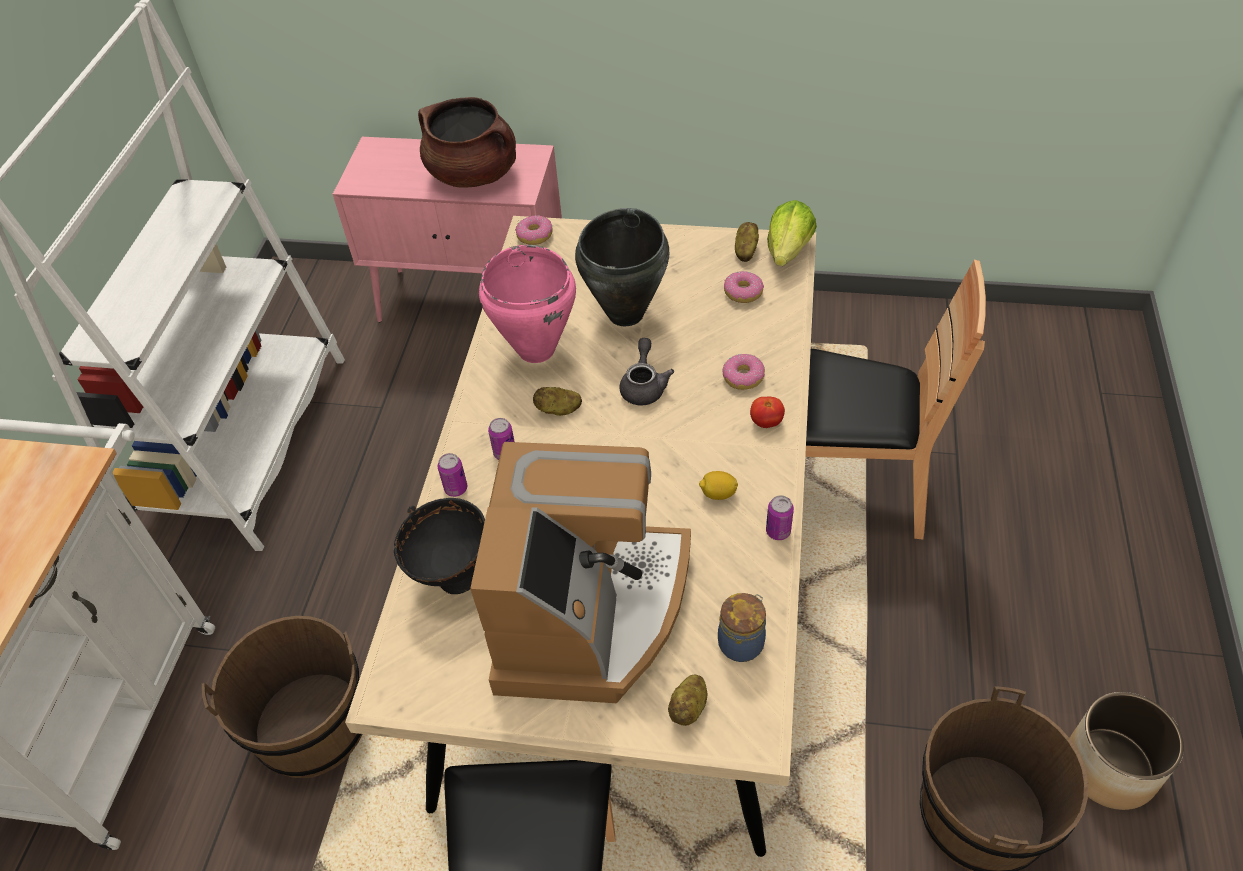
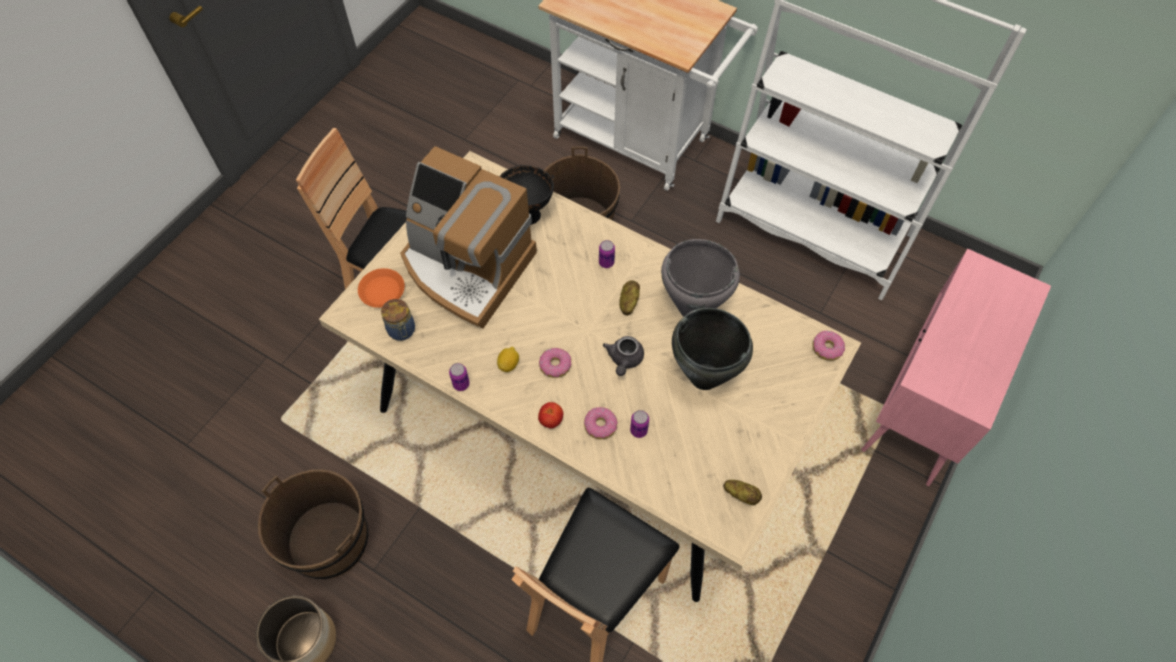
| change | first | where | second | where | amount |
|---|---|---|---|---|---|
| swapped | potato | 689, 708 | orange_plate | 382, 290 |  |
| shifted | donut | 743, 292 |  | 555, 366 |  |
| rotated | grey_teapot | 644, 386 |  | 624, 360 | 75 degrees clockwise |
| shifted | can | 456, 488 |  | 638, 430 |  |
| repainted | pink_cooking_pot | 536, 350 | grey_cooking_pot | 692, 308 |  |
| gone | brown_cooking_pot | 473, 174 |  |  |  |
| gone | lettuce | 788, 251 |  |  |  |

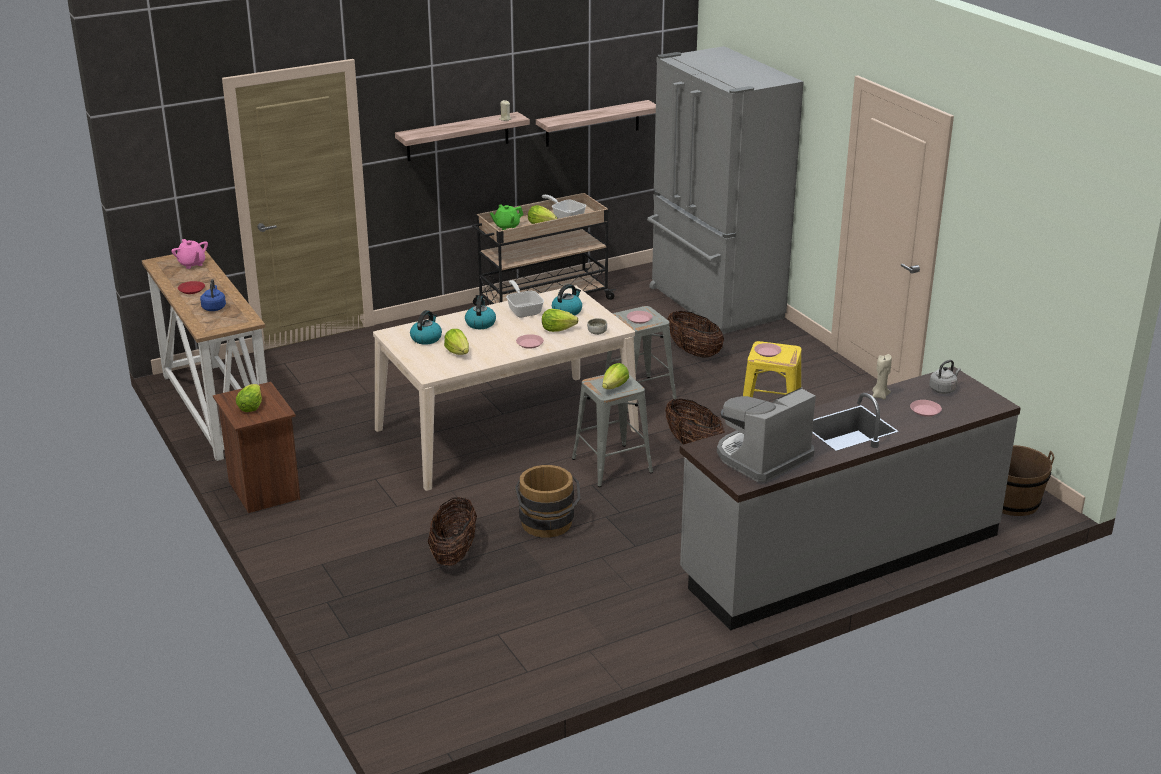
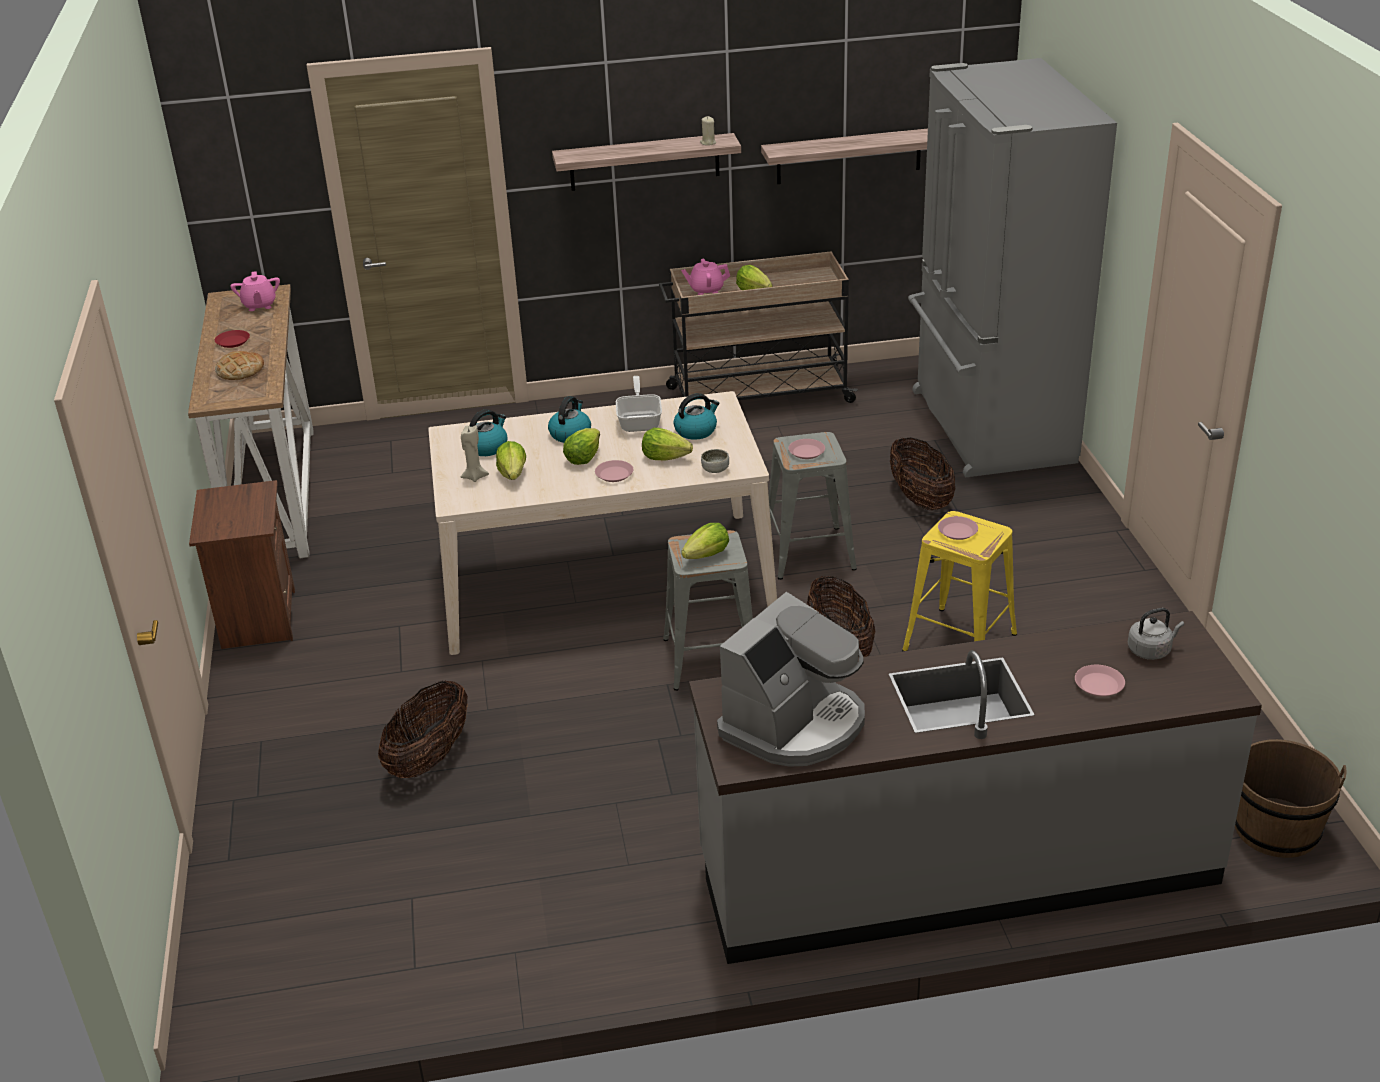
| change | first | where | second | where | amount |
|---|---|---|---|---|---|
| swapped | blue_kettle | 214, 307 | bread | 240, 370 |  |
| shifted | beige_candle | 880, 396 |  | 474, 477 |  |
| shifted | lettuce | 250, 407 |  | 583, 458 |  |
| repainted | green_teapot | 506, 226 | pink_teapot | 706, 290 |  |
| rotated | coffee_machine | 762, 457 |  | 795, 725 | 150 degrees clockwise |
| gone | brown_bucket | 547, 526 |  |  |  |
| gone | frying_pan | 566, 216 |  |  |  |

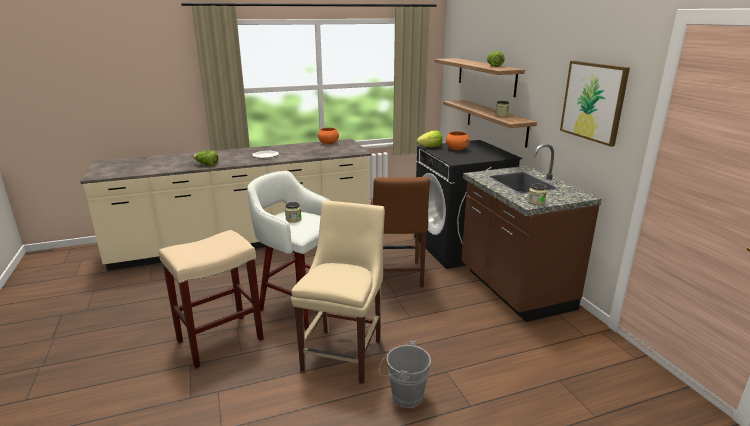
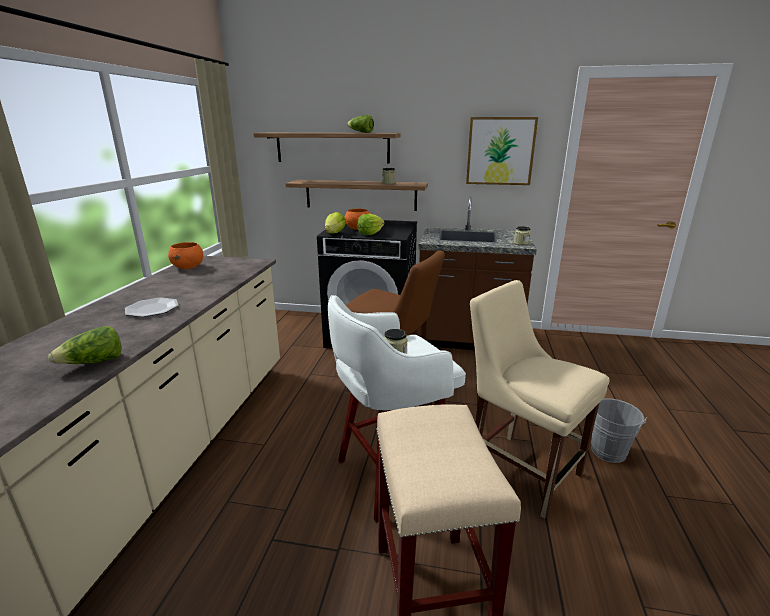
| change | first | where | second | where | amount |
|---|---|---|---|---|---|
| new |  |  | lettuce | 370, 233 |  |

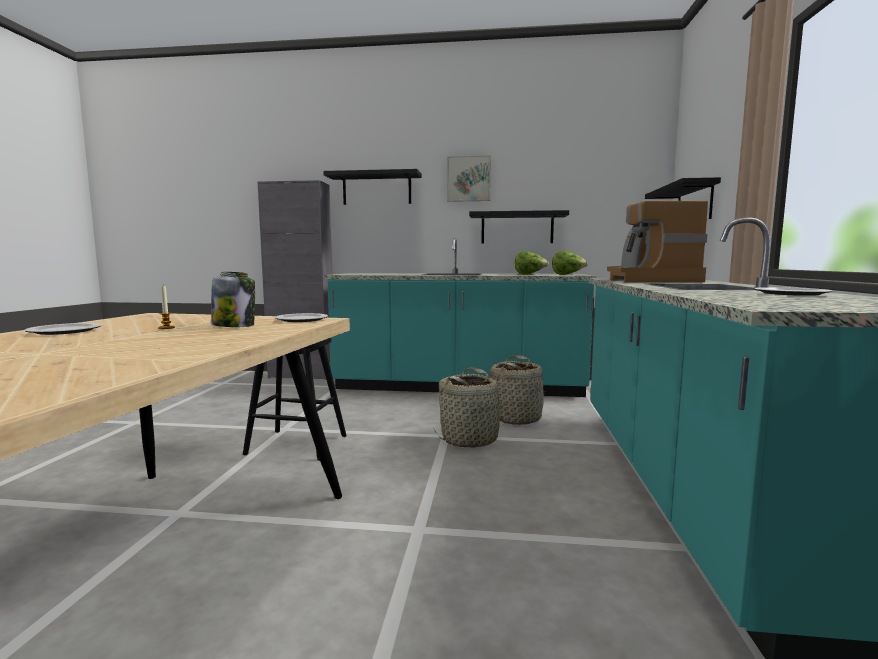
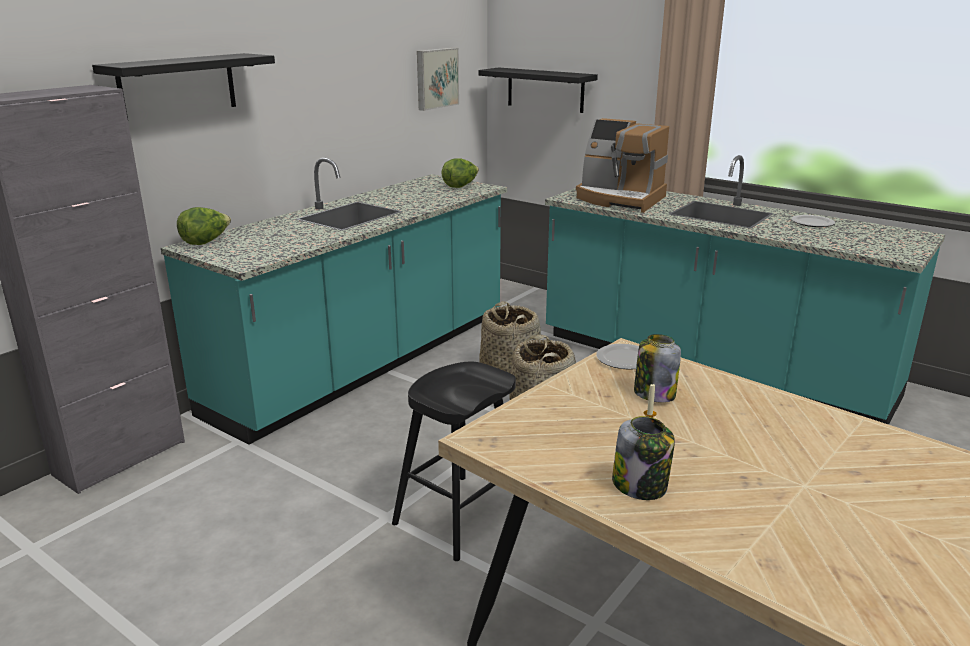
| change | first | where | second | where | amount |
|---|---|---|---|---|---|
| shifted | lettuce | 529, 274 |  | 206, 242 |  |
| shifted | picture | 469, 179 |  | 436, 78 |  |
| swapped | plate | 65, 331 | jar | 640, 486 |  |
| gone | black_shelf | 517, 228 |  |  |  |

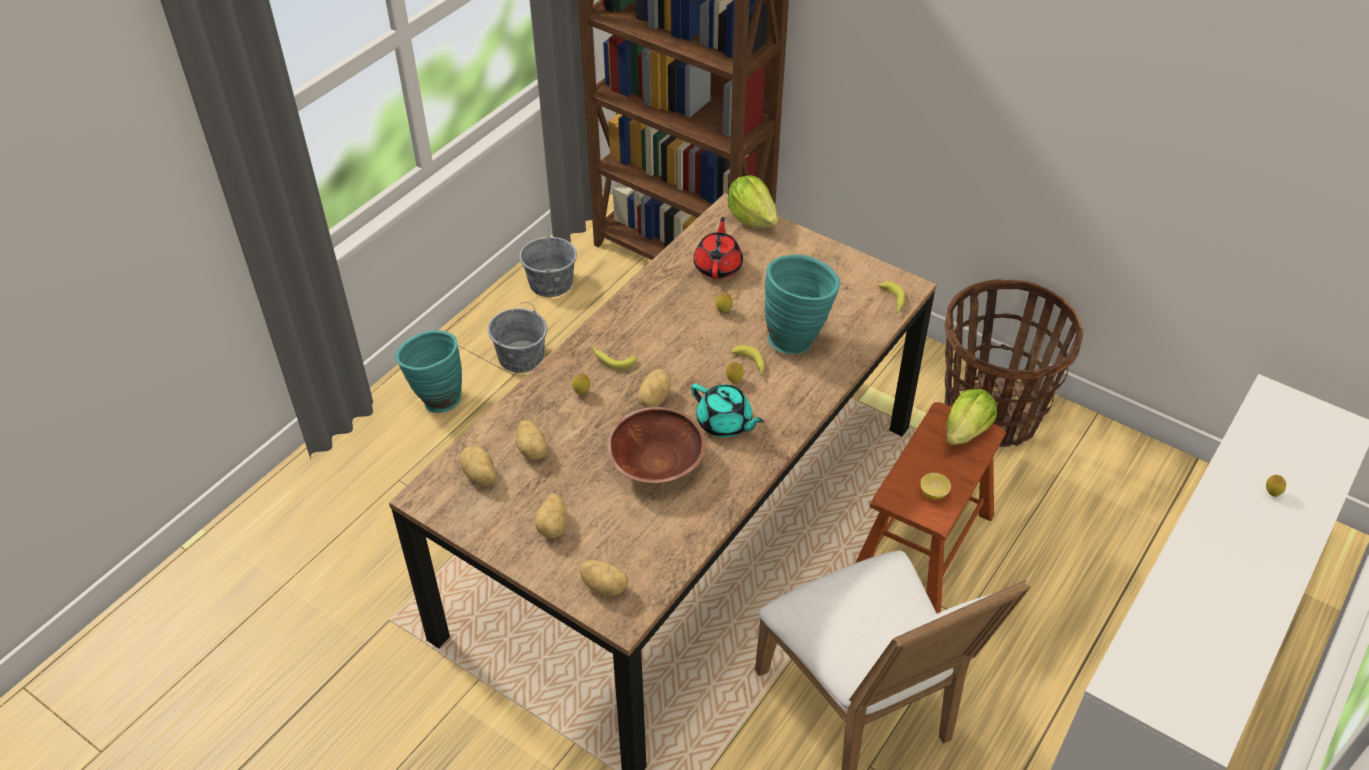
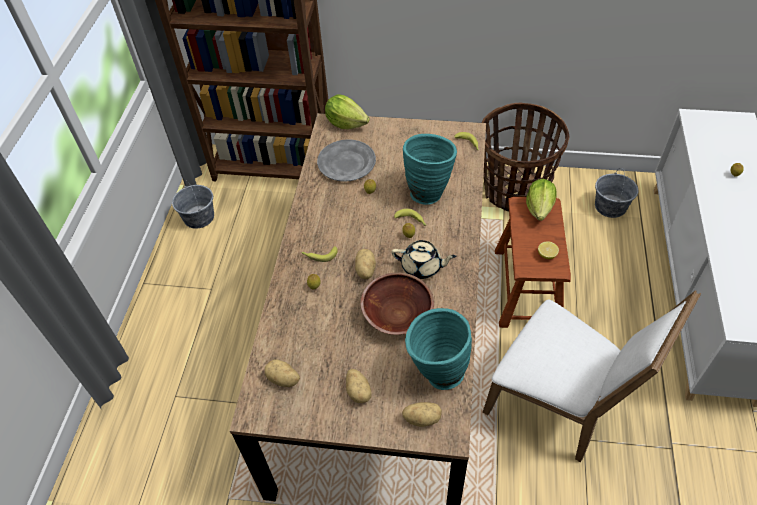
| change | first | where | second | where | amount |
|---|---|---|---|---|---|
| swapped | red_teapot | 718, 266 | grey_plate | 346, 163 |  |
| repainted | turquoise_teapot | 725, 423 | beige_teapot | 422, 267 |  |
| shifted | turquoise_vase | 436, 398 |  | 435, 373 |  |
| shifted | grey_bucket | 521, 357 |  | 610, 206 |  |
| gone | potato | 533, 450 |  |  |  |

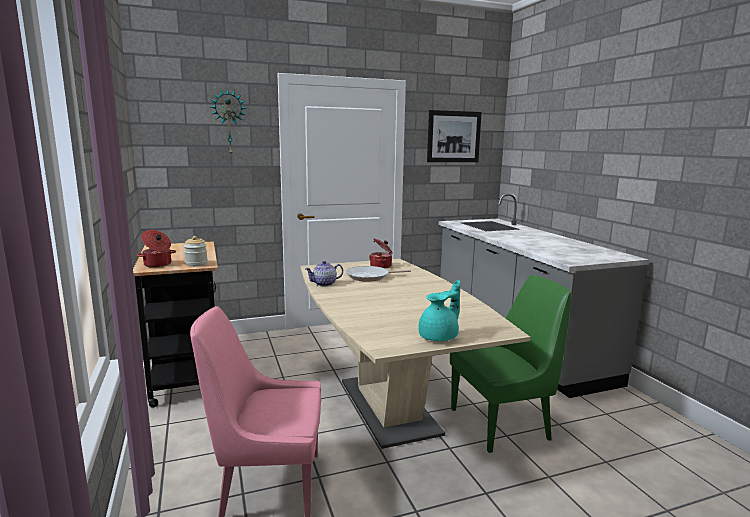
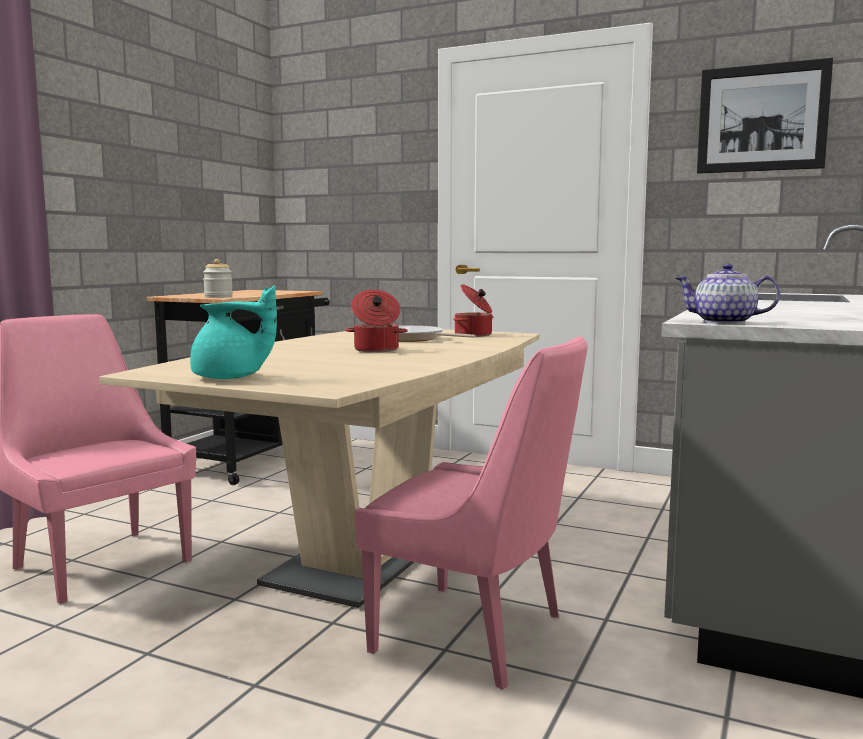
| change | first | where | second | where | amount |
|---|---|---|---|---|---|
| shifted | cooking_pot | 158, 264 |  | 376, 350 |  |
| repainted | green_chair | 502, 423 | pink_chair | 476, 635 |  |
| shifted | teapot | 324, 284 |  | 725, 322 |  |
| gone | wall_clock | 229, 122 |  |  |  |

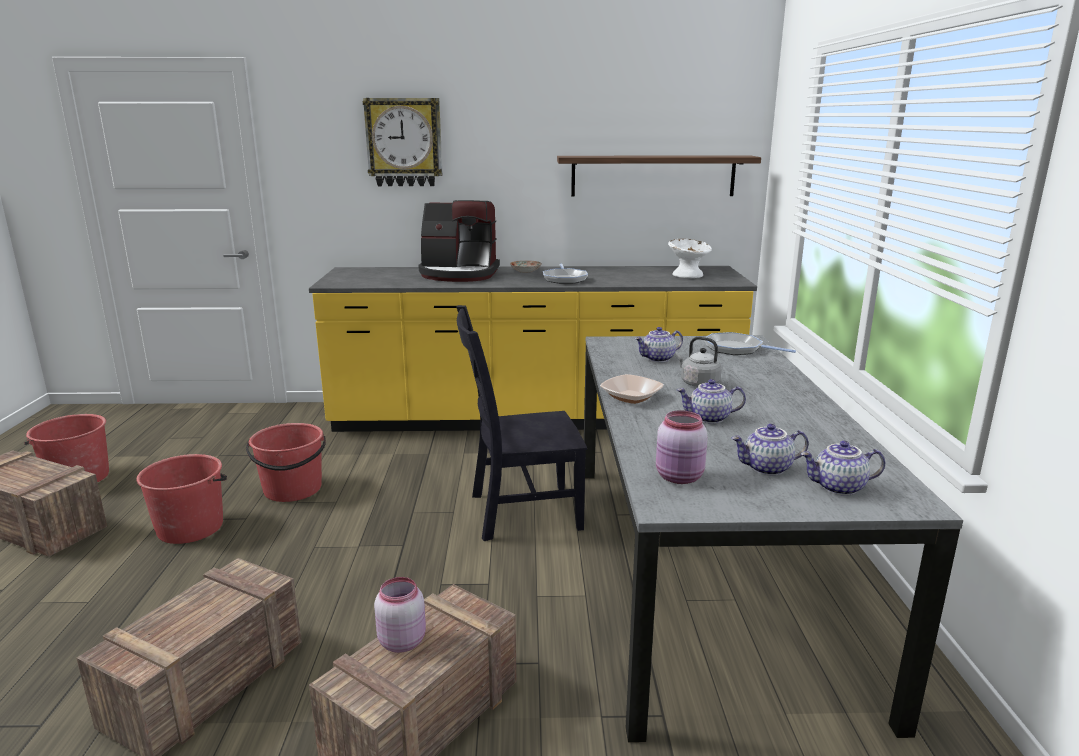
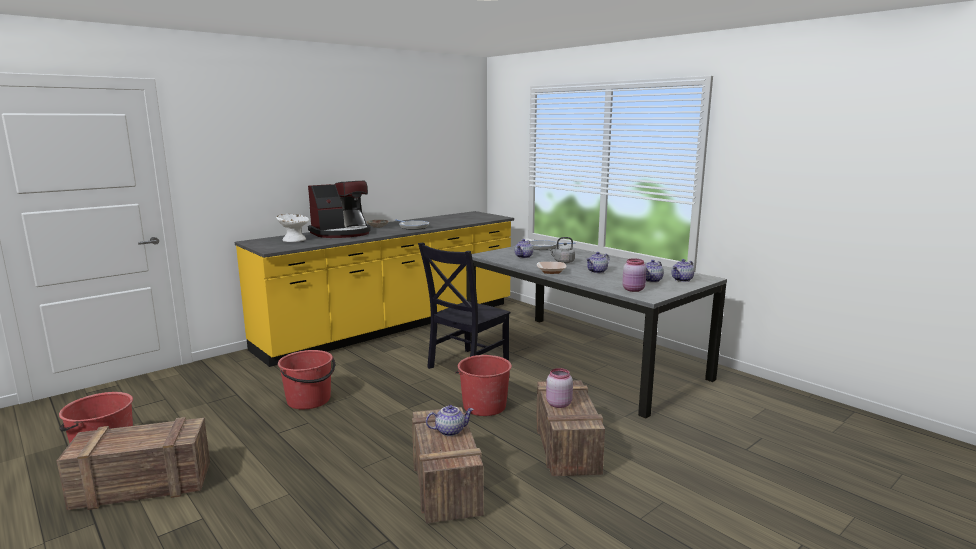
| change | first | where | second | where | amount |
|---|---|---|---|---|---|
| shifted | white_bowl | 687, 275 |  | 294, 240 |  |
| new |  |  | teapot | 450, 431 |  |
| shifted | red_bucket | 191, 527 |  | 484, 406 |  |
| gone | wall_clock | 404, 142 |  |  |  |
| gone | shelf | 653, 176 |  |  |  |

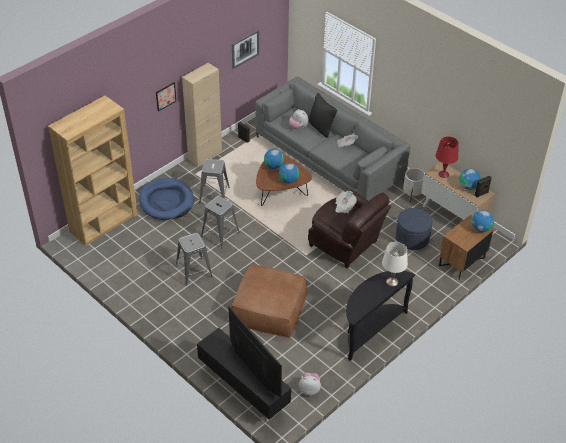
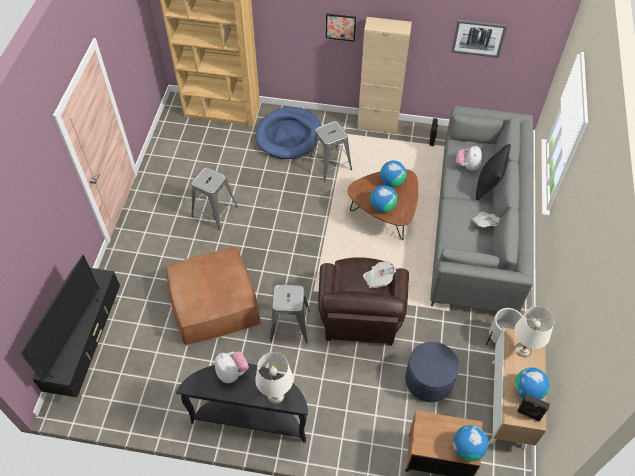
| change | first | where | second | where | amount |
|---|---|---|---|---|---|
| shifted | plush_toy | 309, 389 |  | 232, 372 |  |
| shifted | grey_stool | 220, 234 |  | 290, 326 |  |
| repainted | red_table_lamp | 443, 174 | white_table_lamp | 522, 349 |  |

